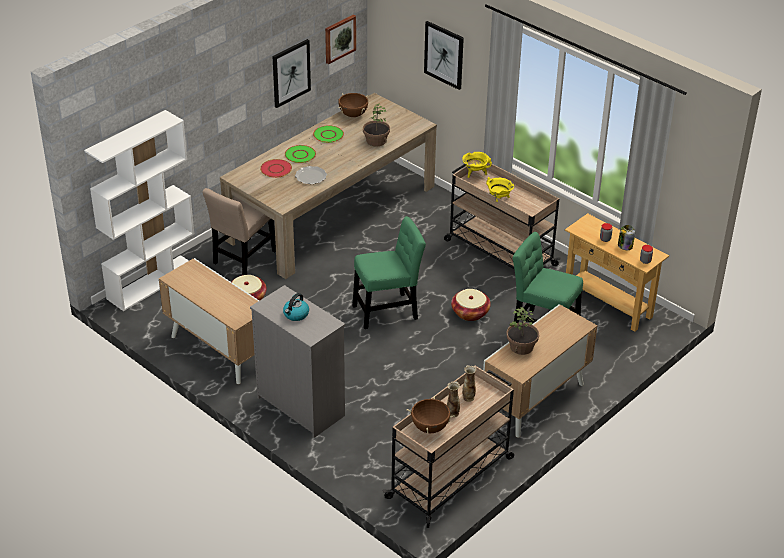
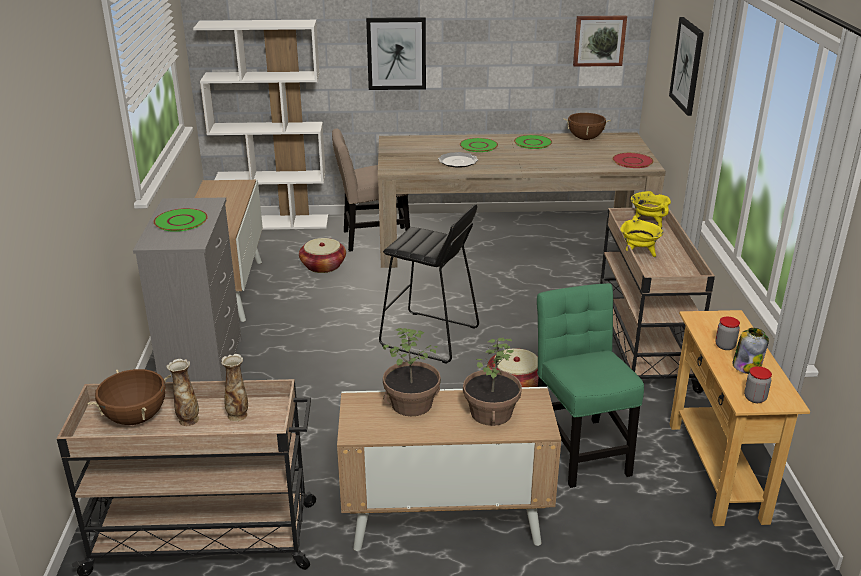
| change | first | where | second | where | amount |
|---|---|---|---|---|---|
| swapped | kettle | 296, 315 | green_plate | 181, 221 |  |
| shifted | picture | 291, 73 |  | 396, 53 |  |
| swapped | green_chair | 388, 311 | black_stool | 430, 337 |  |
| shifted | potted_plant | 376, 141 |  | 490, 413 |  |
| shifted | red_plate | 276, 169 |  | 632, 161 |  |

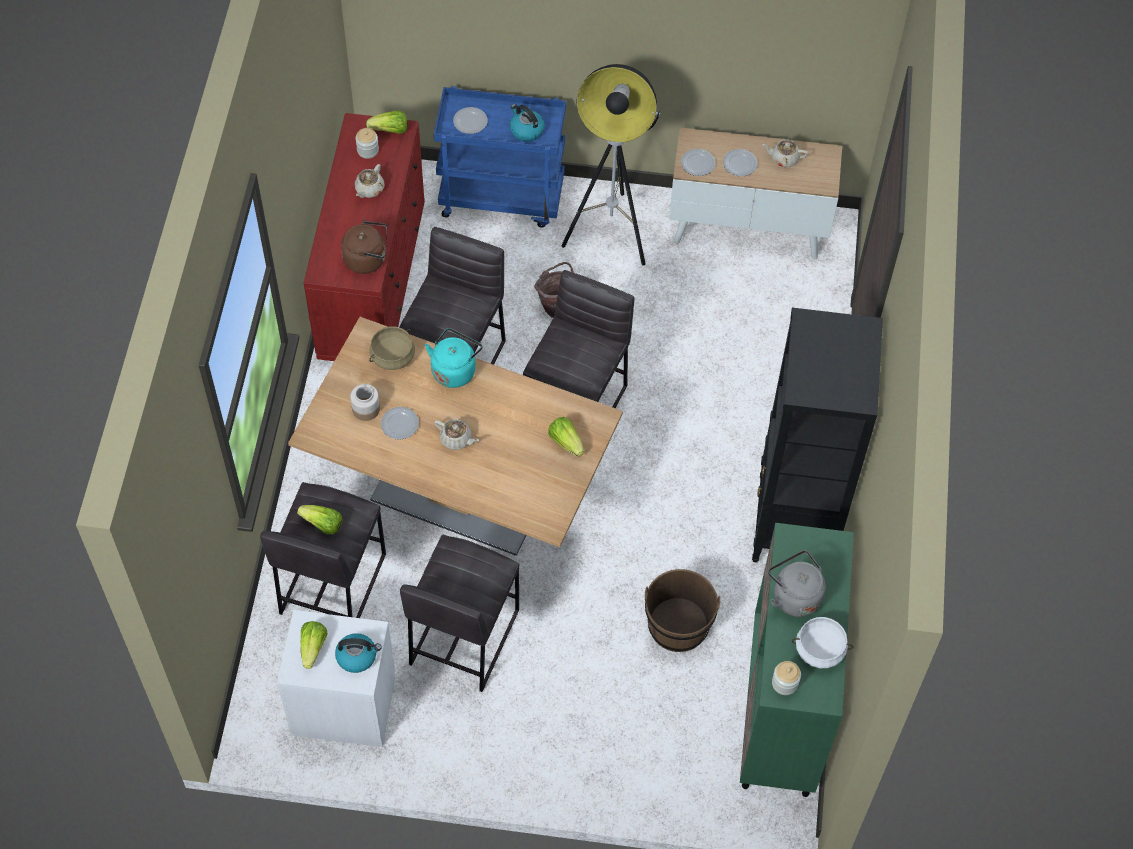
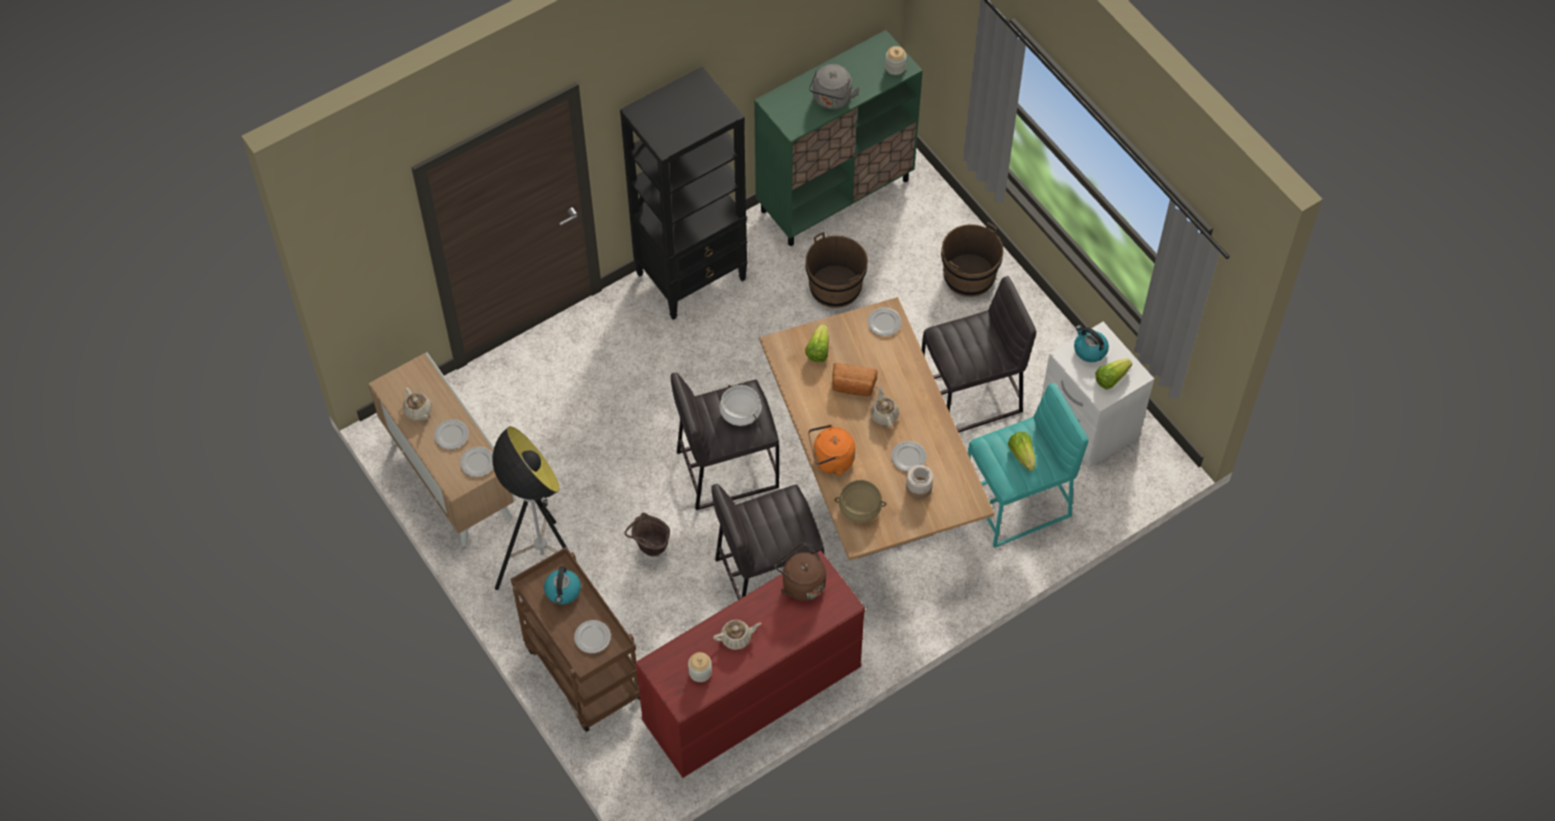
| change | first | where | second | where | amount |
|---|---|---|---|---|---|
| repainted | blue_cart | 502, 197 | brown_cart | 580, 671 |  |
| shifted | white_cooking_pot | 819, 650 |  | 741, 412 |  |
| repainted | turquoise_kettle | 454, 369 | orange_kettle | 830, 460 |  |
| new |  |  | bread | 853, 387 |  |
| new |  |  | plate | 884, 323 |  |
| new |  |  | brown_bucket | 969, 276 |  |
| repainted | grey_stool | 331, 584 | turquoise_stool | 1018, 504 |  |
| gone | lettuce | 390, 130 |  |  |  |

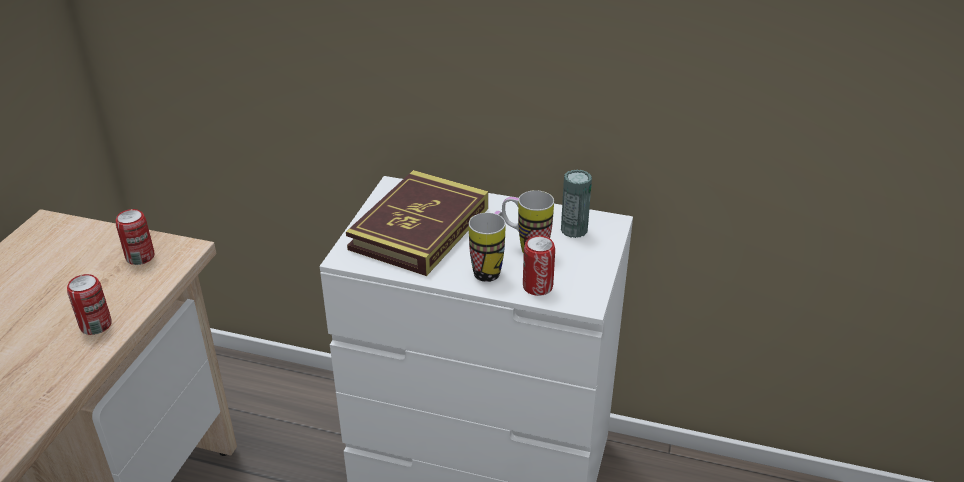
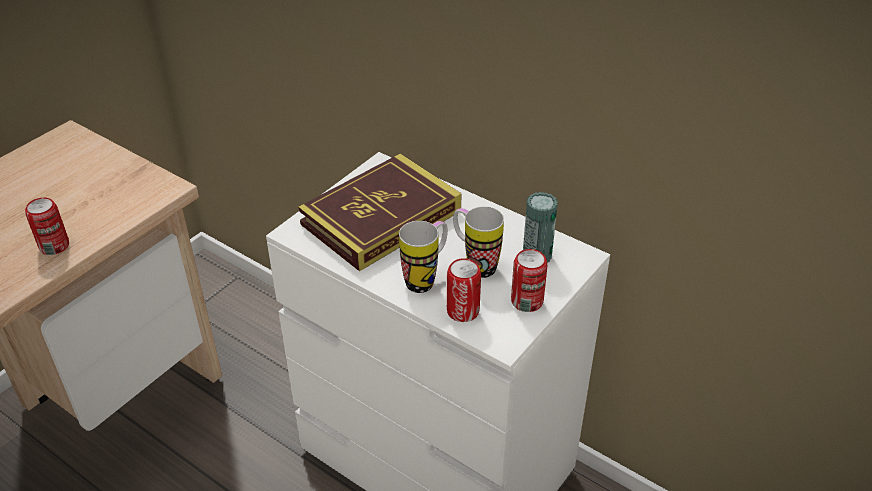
| change | first | where | second | where | amount |
|---|---|---|---|---|---|
| shifted | can | 140, 257 |  | 527, 301 |  |

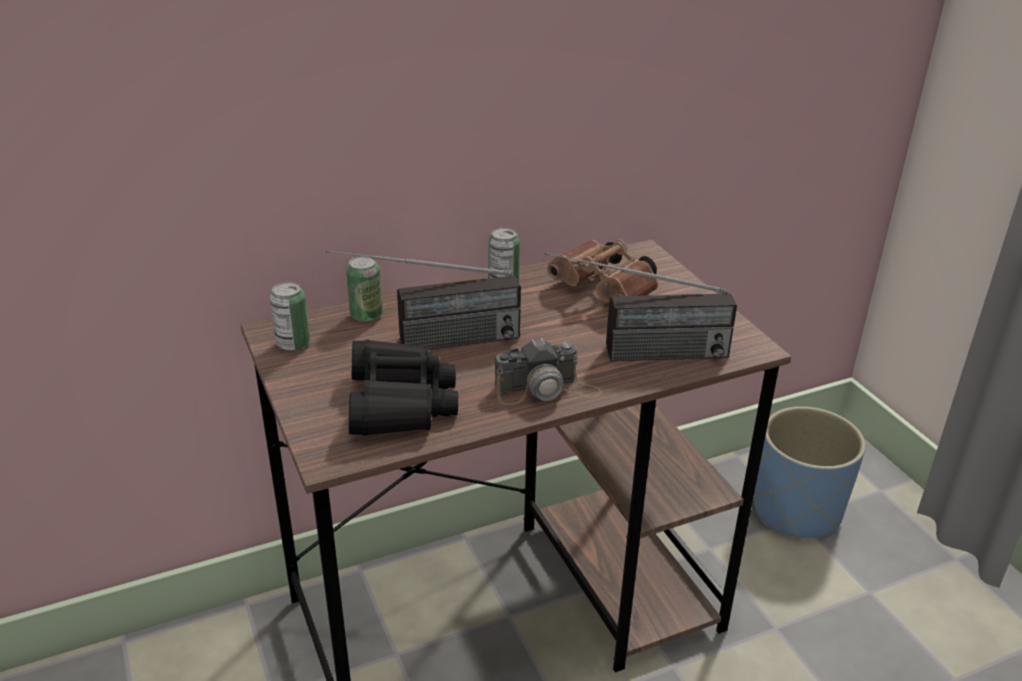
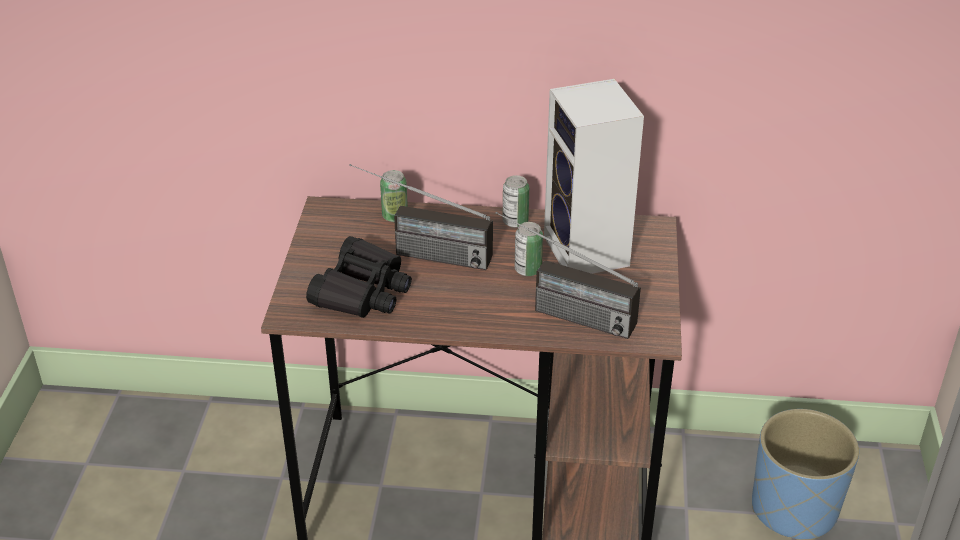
| change | first | where | second | where | amount |
|---|---|---|---|---|---|
| shifted | can | 293, 344 |  | 528, 270 |  |
| swapped | brown_binoculars | 607, 292 | speaker | 589, 253 |  |
| gone | photo_camera | 547, 389 |  |  |  |

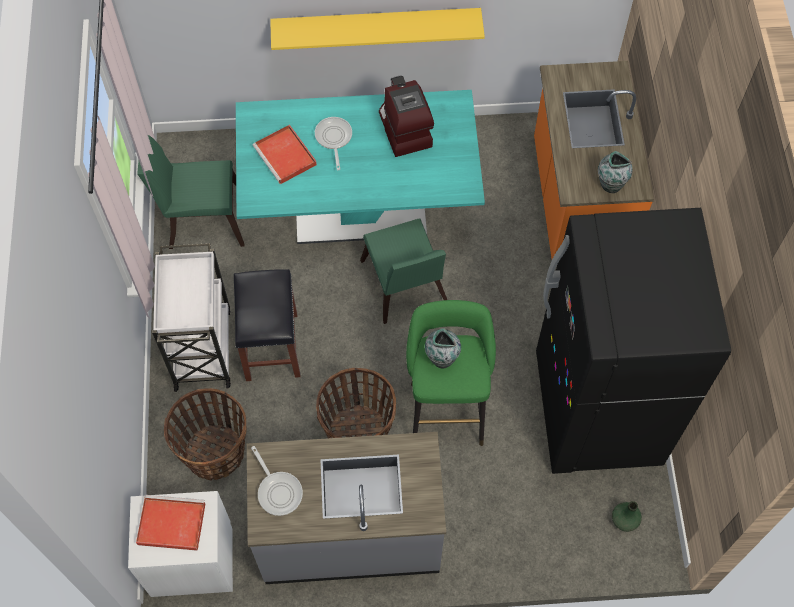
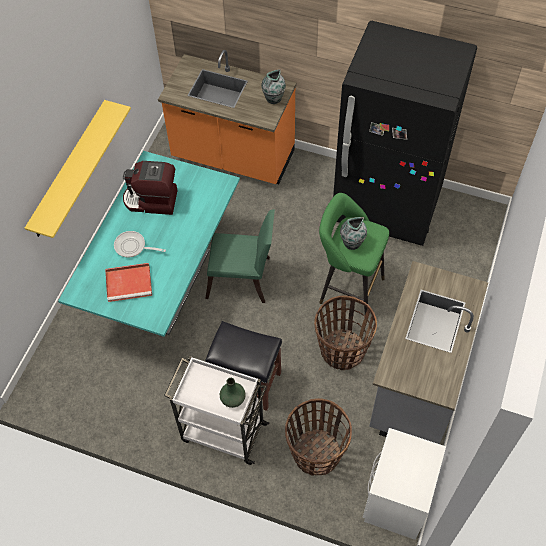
| change | first | where | second | where | amount |
|---|---|---|---|---|---|
| shifted | green_vase | 625, 520 |  | 233, 398 |  |
| gone | red_tray | 170, 524 |  |  |  |
| gone | green_chair | 201, 218 |  |  |  |
| gone | frying_pan | 278, 491 |  |  |  |

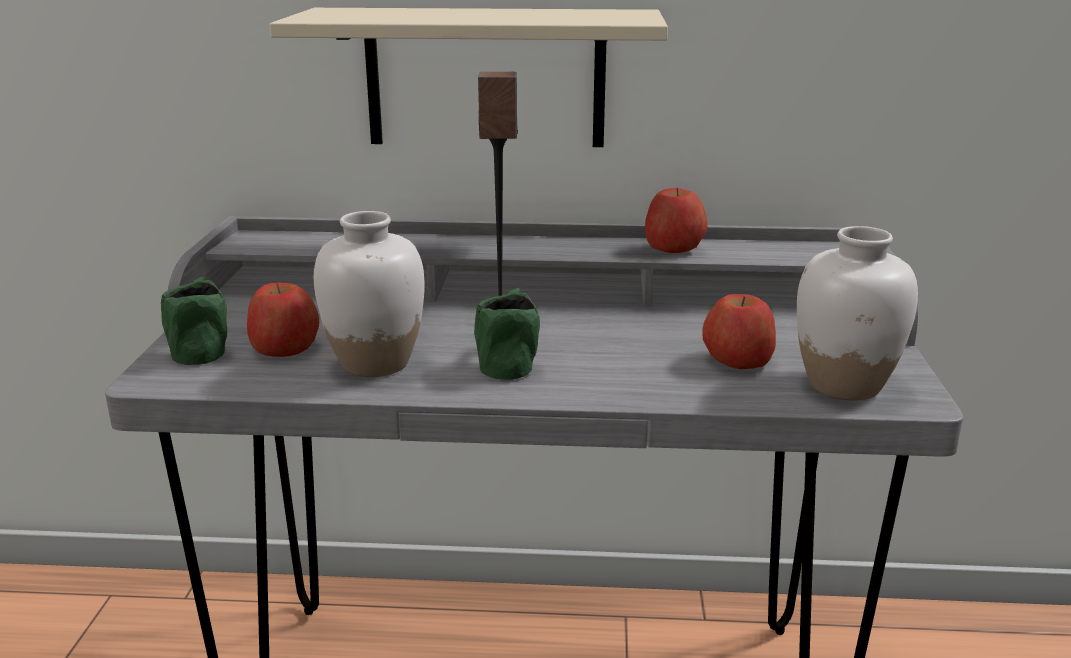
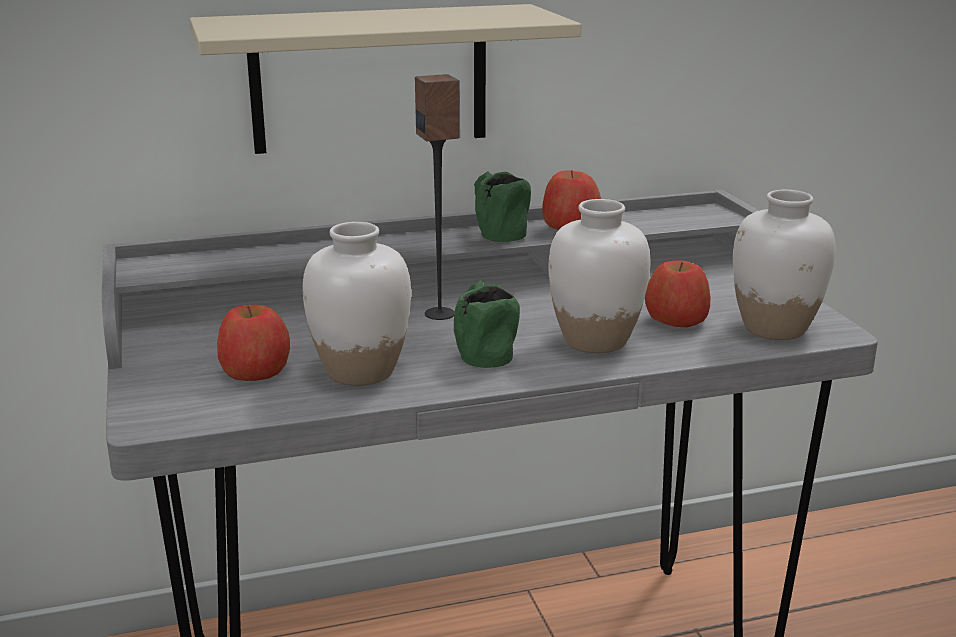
| change | first | where | second | where | amount |
|---|---|---|---|---|---|
| shifted | green_mug | 201, 347 |  | 495, 231 |  |
| new |  |  | white_vase | 594, 341 |  |

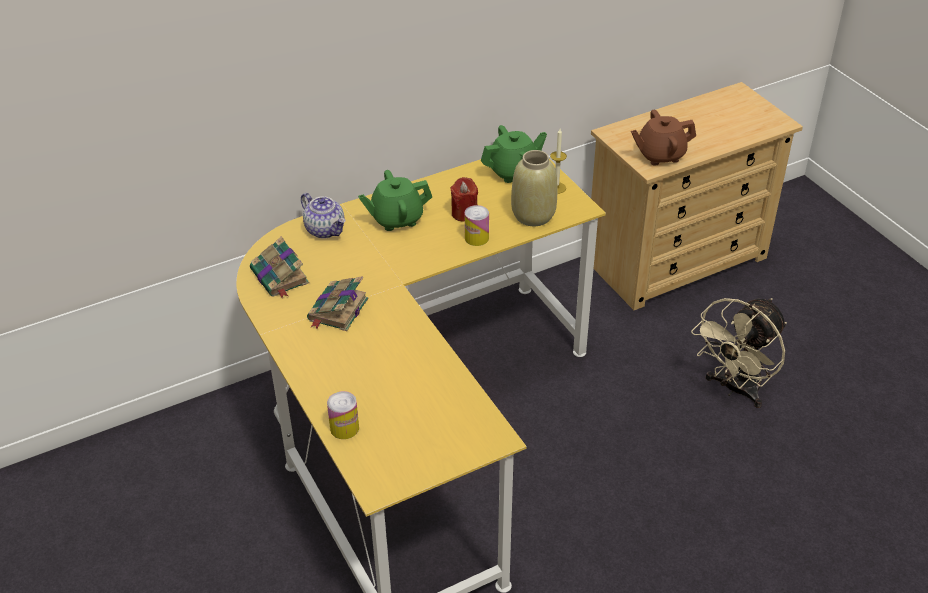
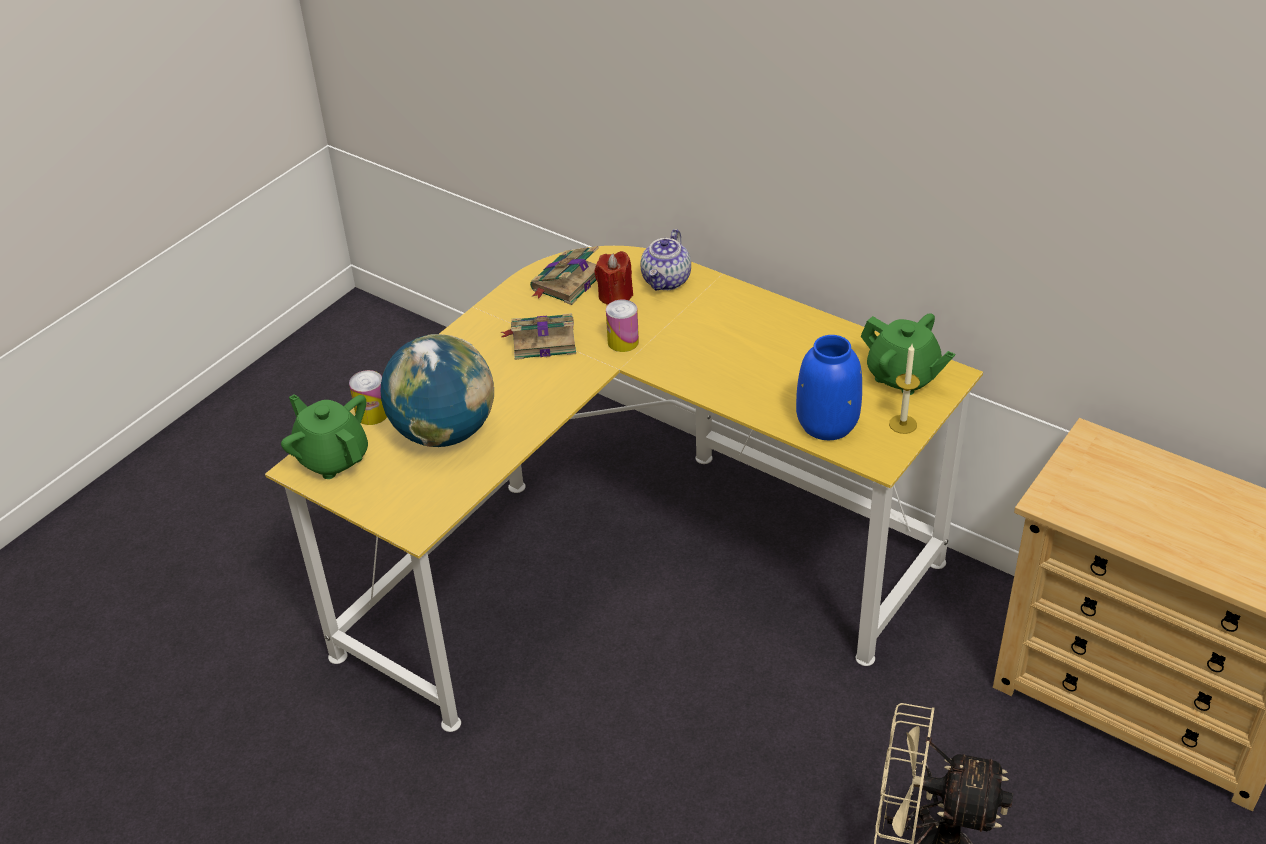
| change | first | where | second | where | amount |
|---|---|---|---|---|---|
| shifted | green_teapot | 396, 219 |  | 332, 458 |  |
| new |  |  | globe | 444, 433 |  |
| shifted | red_candle | 464, 213 |  | 615, 295 |  |
| shifted | can | 476, 238 |  | 623, 342 |  |
| repainted | beige_vase | 534, 216 | blue_vase | 827, 424 |  |
| gone | brown_teapot | 660, 155 |  |  |  |

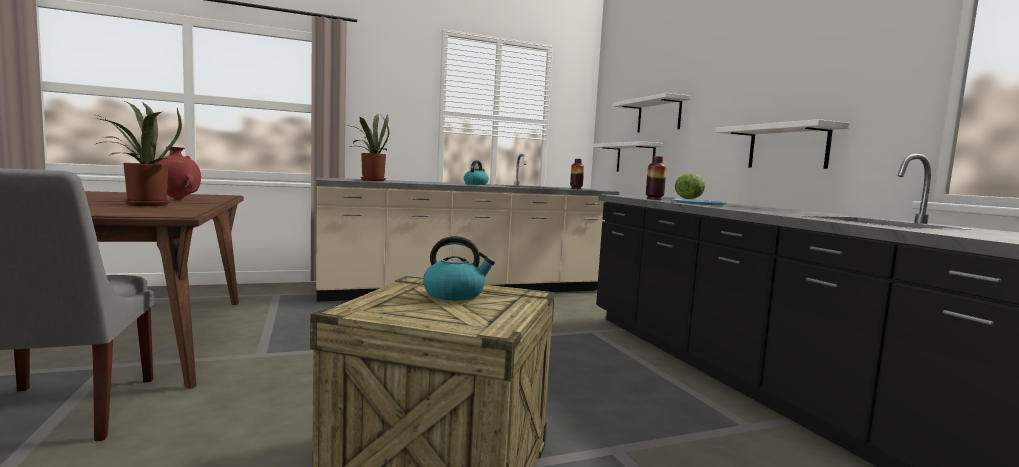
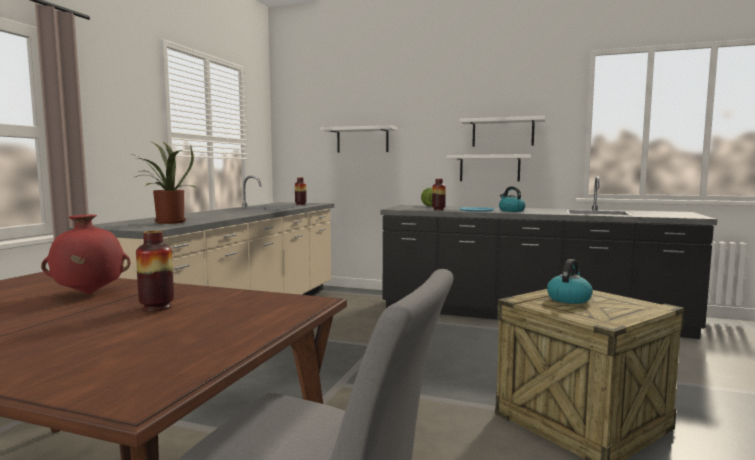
| change | first | where | second | where | amount |
|---|---|---|---|---|---|
| swapped | potted_plant | 142, 205 | vase | 157, 307 |  |
| shifted | white_shelf | 635, 158 |  | 502, 132 |  |
| shifted | kettle | 476, 184 |  | 511, 211 |  |

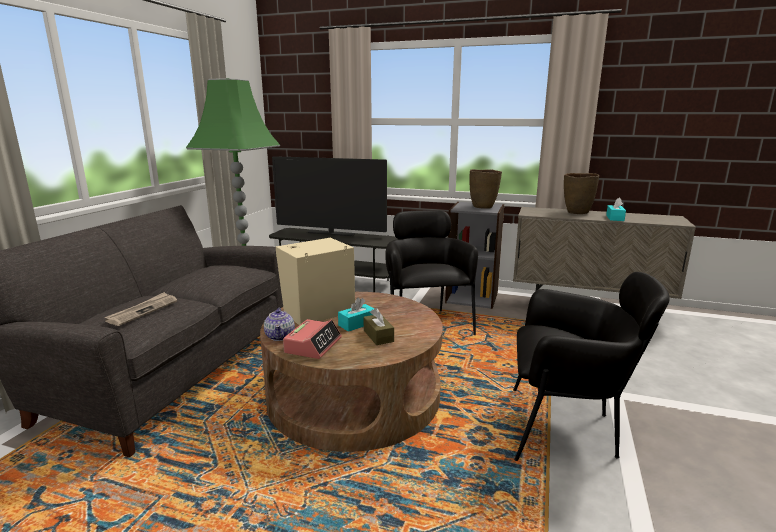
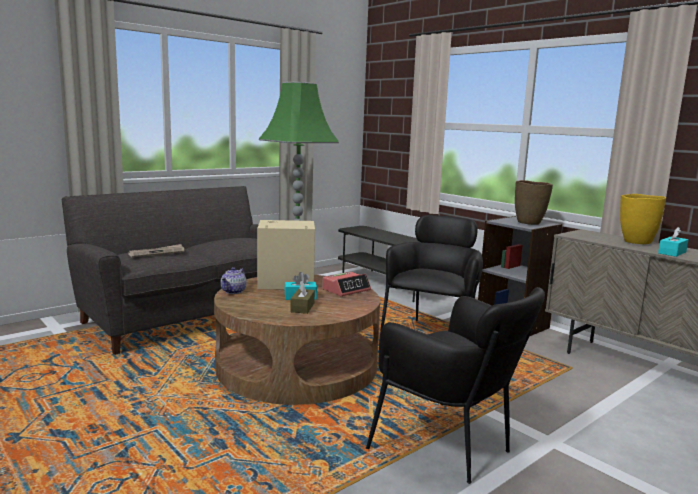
| change | first | where | second | where | amount |
|---|---|---|---|---|---|
| shifted | alarm_clock | 313, 345 |  | 346, 289 |  |
| repainted | brown_vase | 577, 212 | yellow_vase | 636, 242 |  |
| gone | television | 331, 233 |  |  |  |

